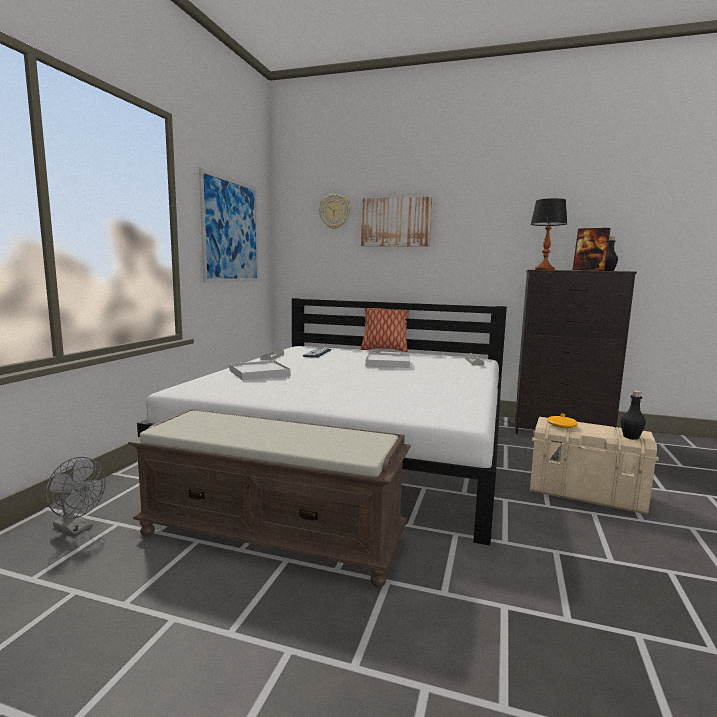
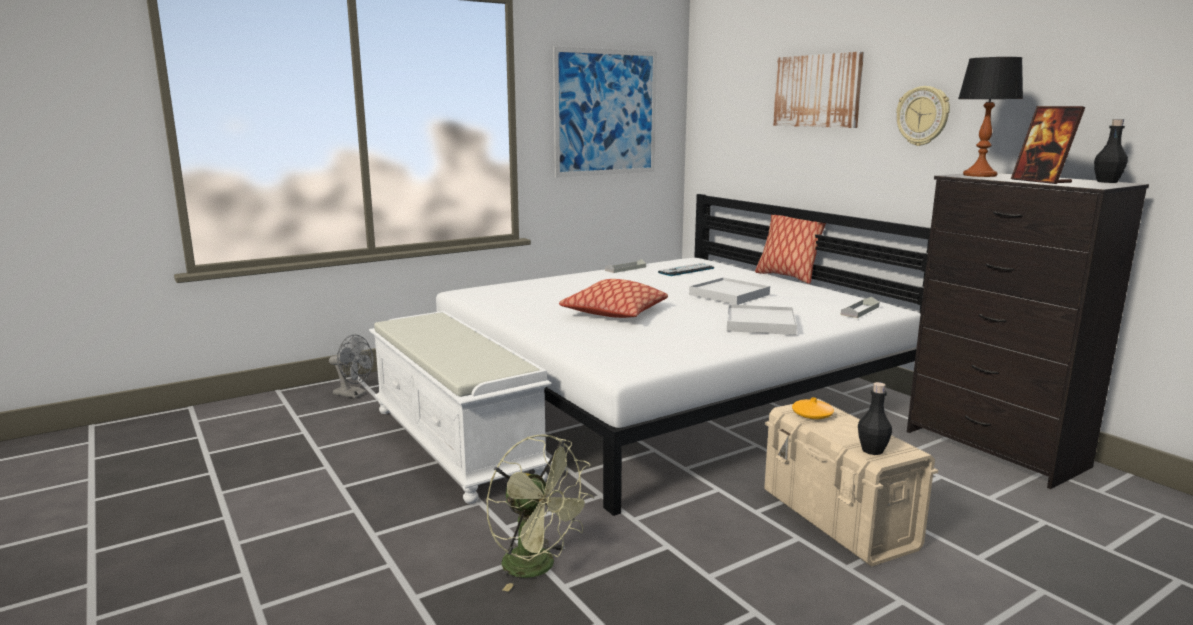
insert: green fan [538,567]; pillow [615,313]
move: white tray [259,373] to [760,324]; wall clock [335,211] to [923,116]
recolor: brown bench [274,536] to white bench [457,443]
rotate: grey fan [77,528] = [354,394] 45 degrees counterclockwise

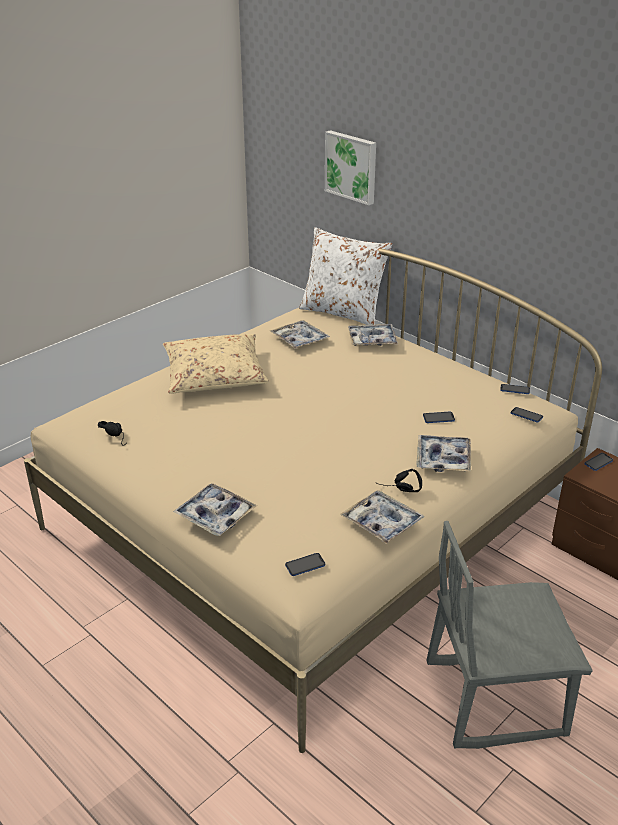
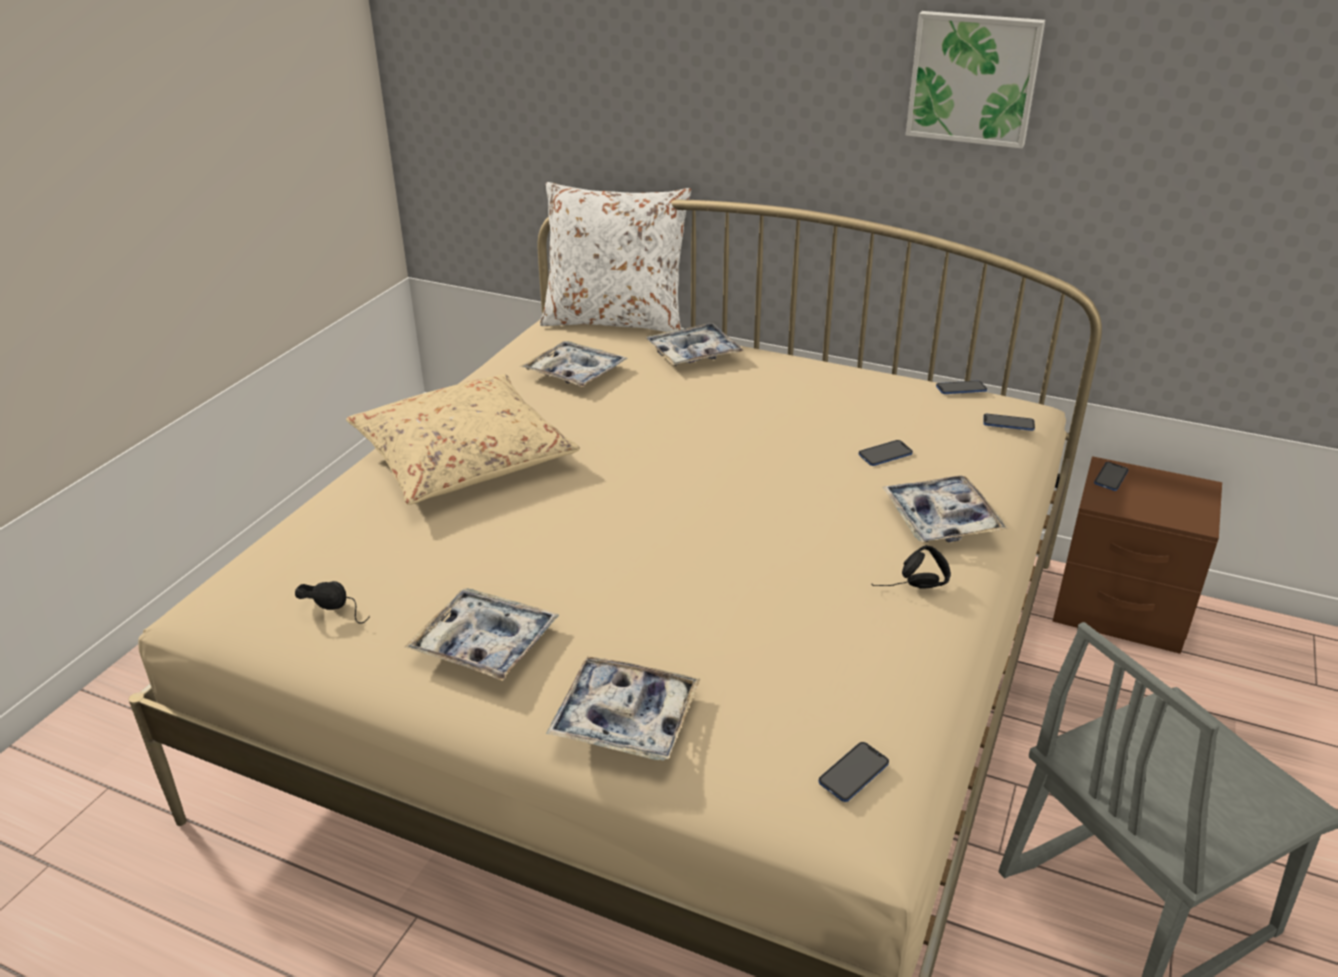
move: picture [352,166] to [974,78]; tray [382,522] to [485,644]

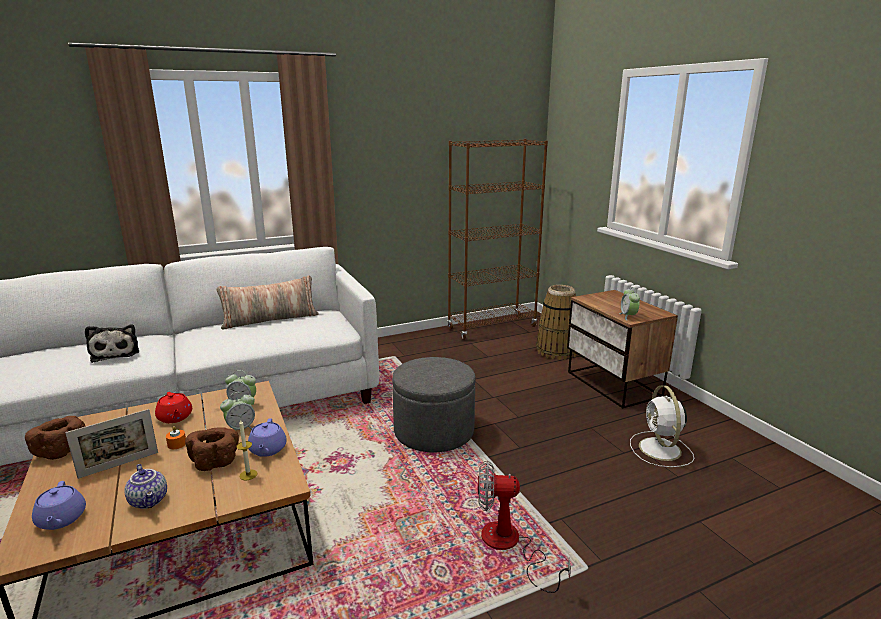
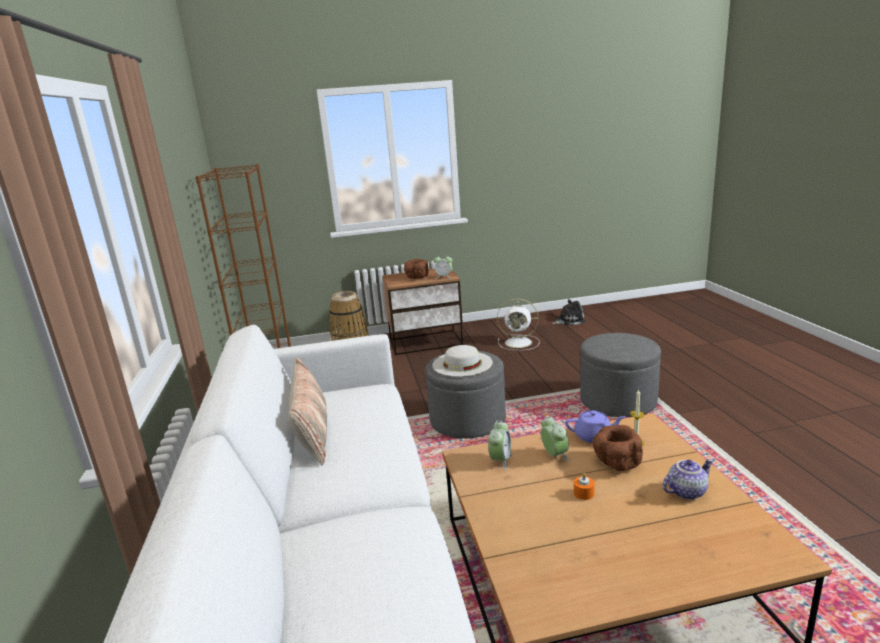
delete: purple teapot [61,519]; picture frame [119,465]; red teapot [175,418]
insert: white hat [462,363]
move: brown bowl [61,451] to [417,277]; plush toy [116,353] to [569,320]
replace: fan [509,546] to grey ottoman [618,401]

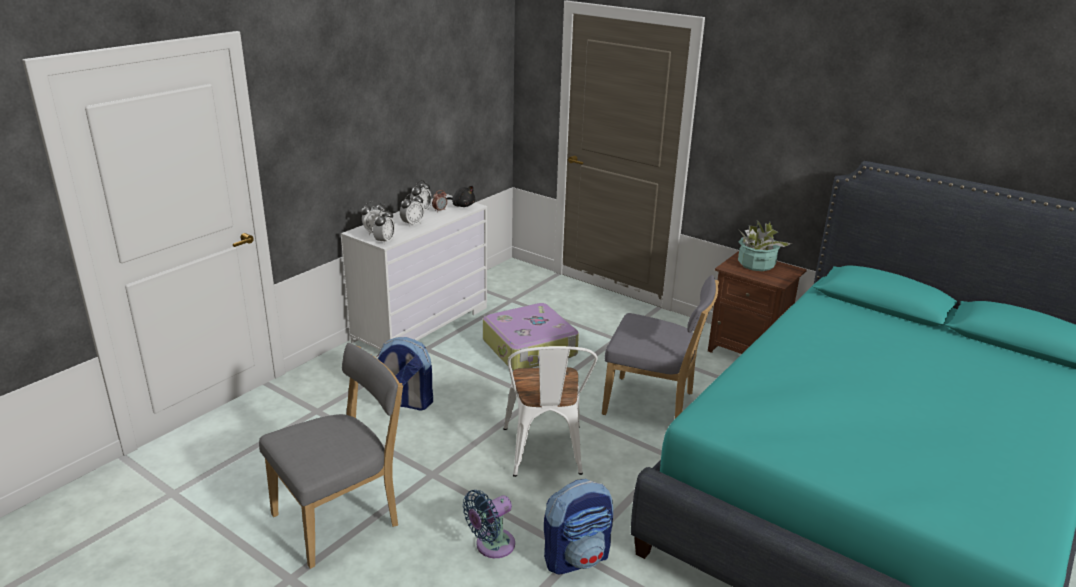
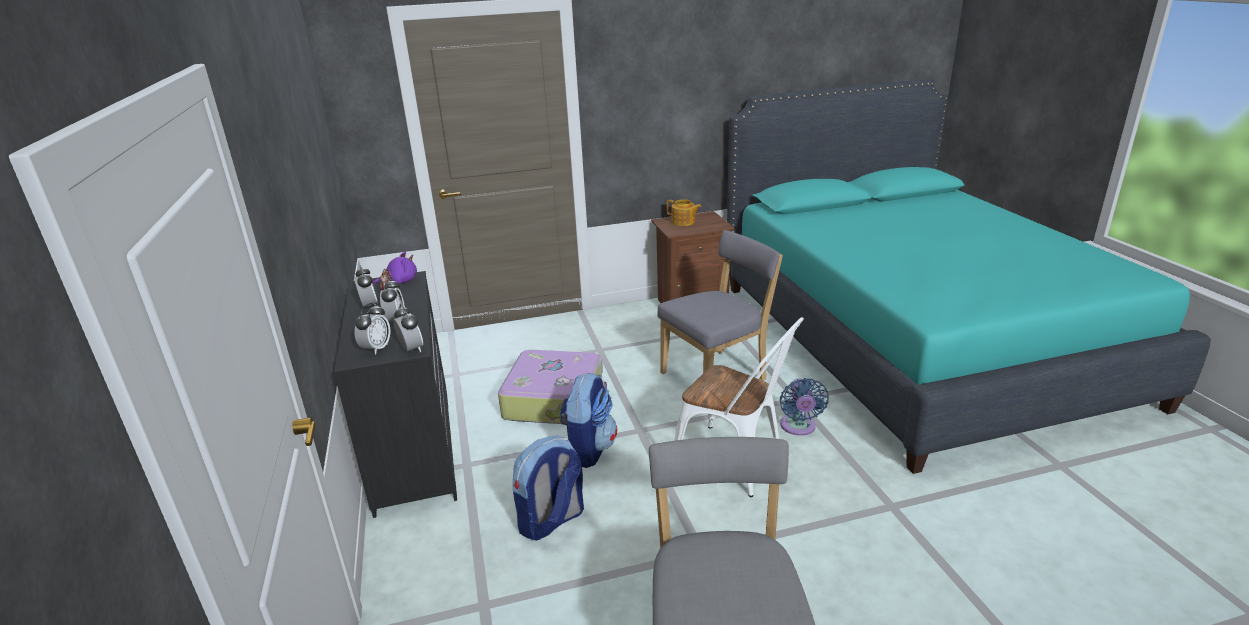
move: blue fan [491,546] to [798,427]; backpack [577,557] to [589,449]
replace: potted plant [756,264] to teapot [683,222]
recolor: white dresser [421,324] to black dresser [413,448]; black plush toy [462,205] to purple plush toy [400,281]

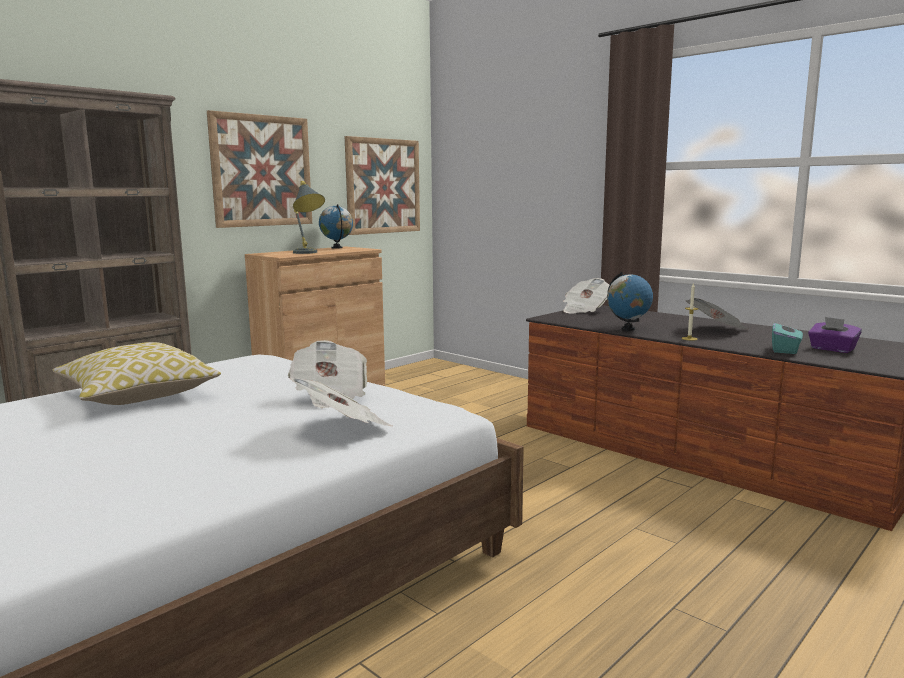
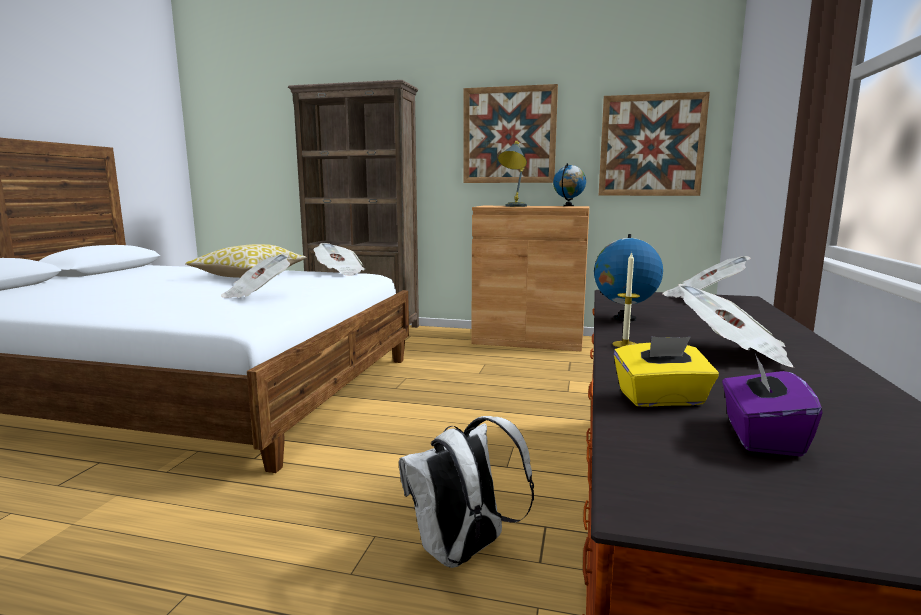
insert: white backpack [463,553]
move: newspaper [343,427] to [340,273]
recolor: turquoise tissue box [785,350] to yellow tissue box [661,399]

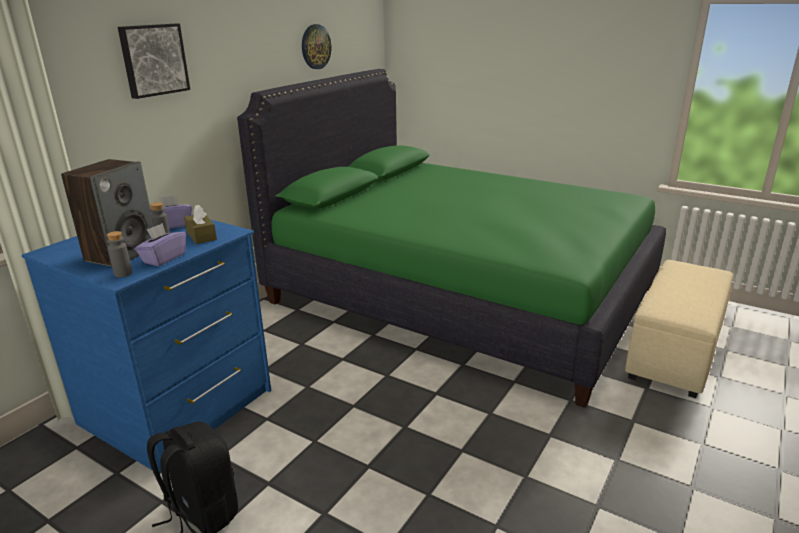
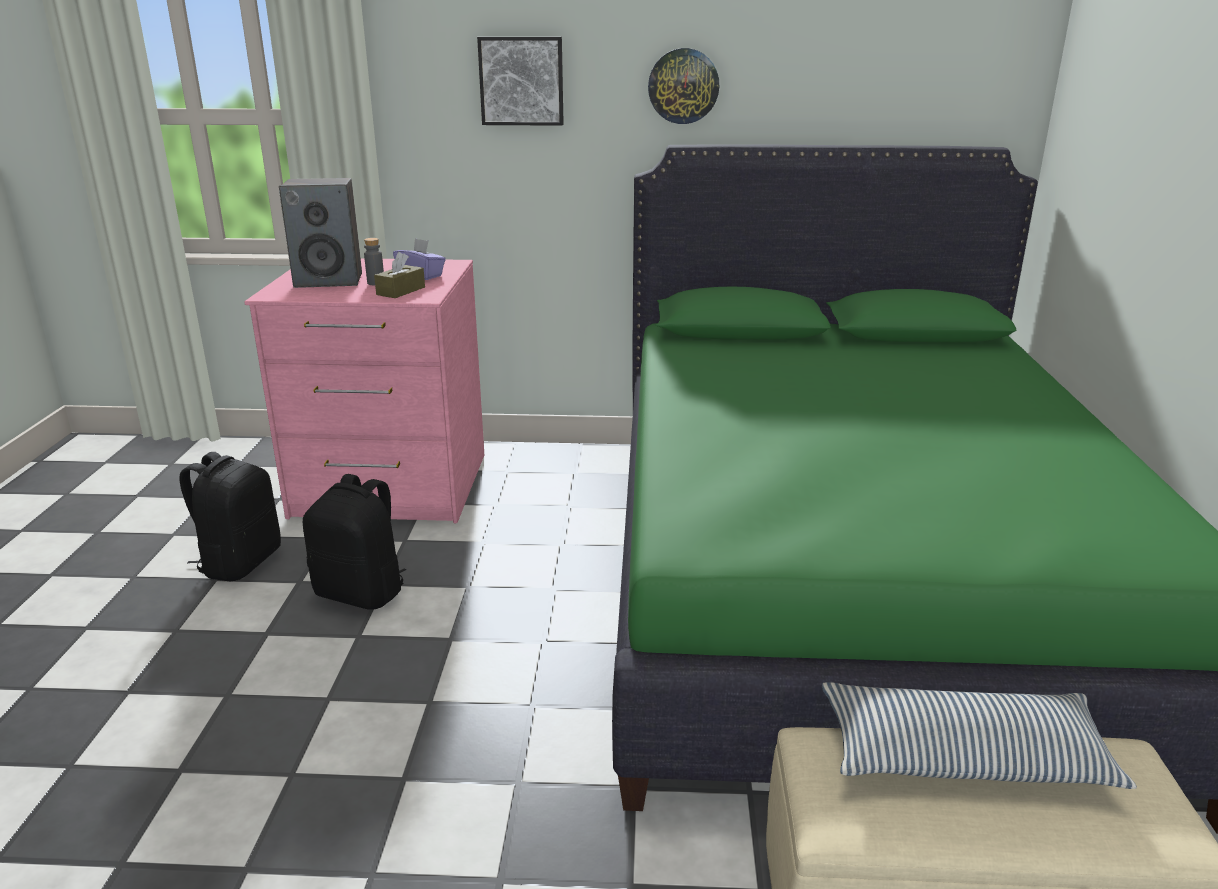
delete: grey bottle [123,273]; purple tissue box [164,258]
insert: black backpack [362,593]; pillow [963,757]
move: wall clock [315,46] to [683,86]
recolor: blue dresser [179,408] to pink dresser [390,486]

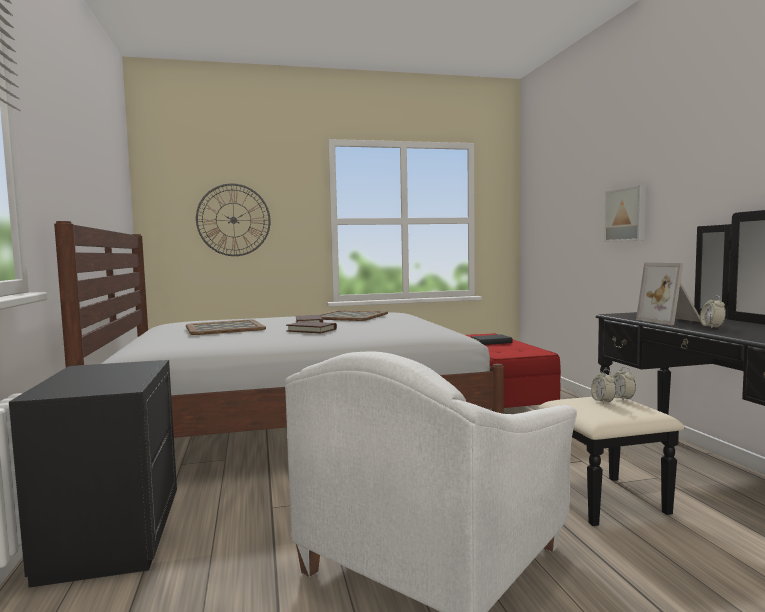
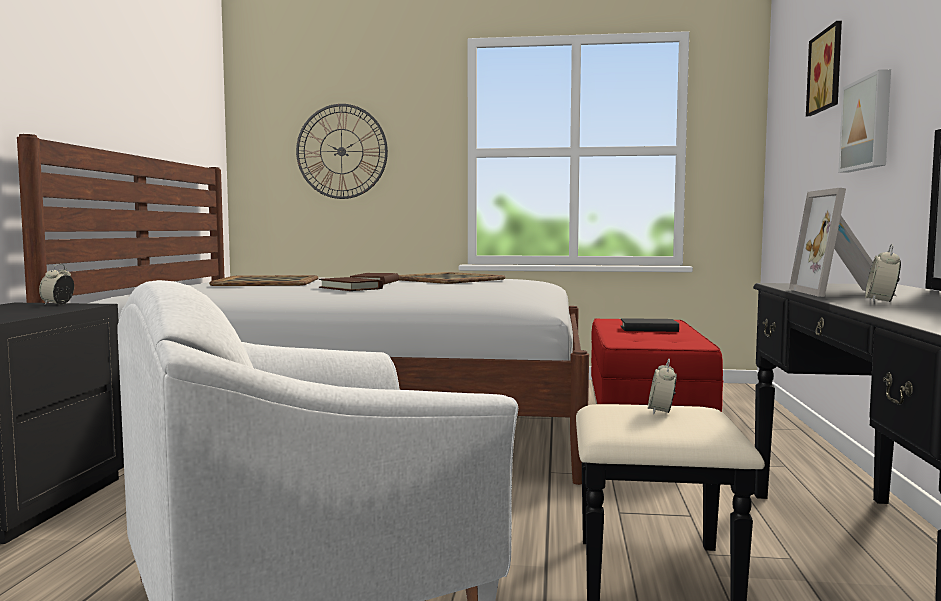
insert: picture [828,71]
move: alarm clock [622,398] to [58,304]

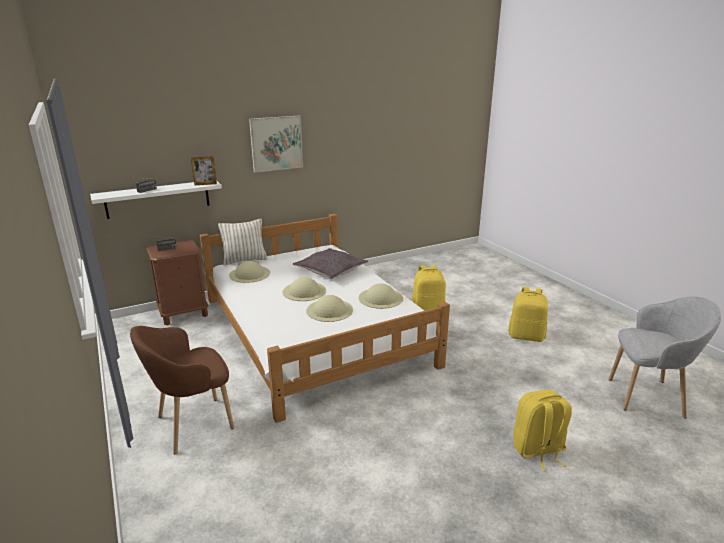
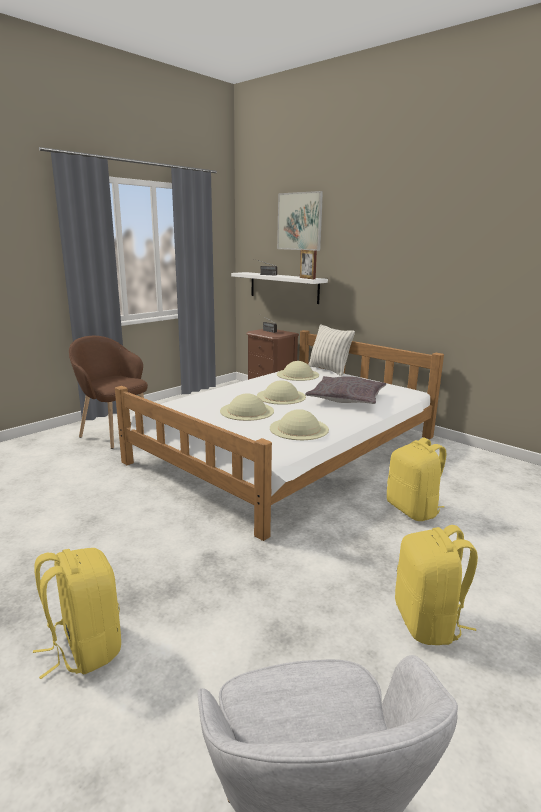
move: picture [276,143] to [299,221]

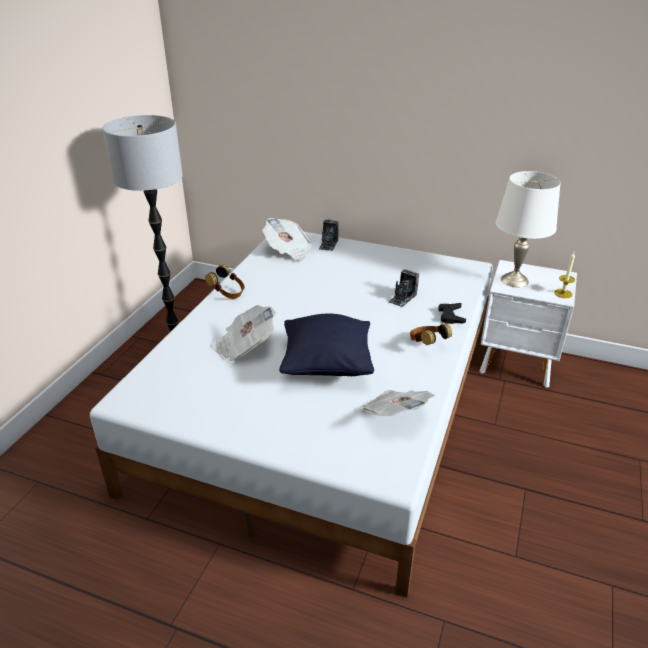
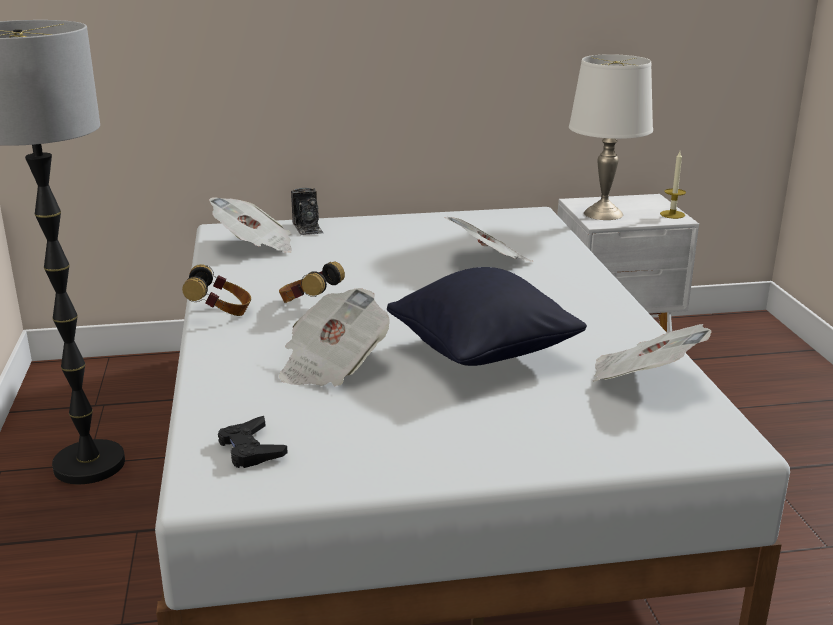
move: headphones [427,345] to [309,305]; black game controller [451,316] to [251,449]
replace: photo camera [402,298] to newspaper [488,261]

